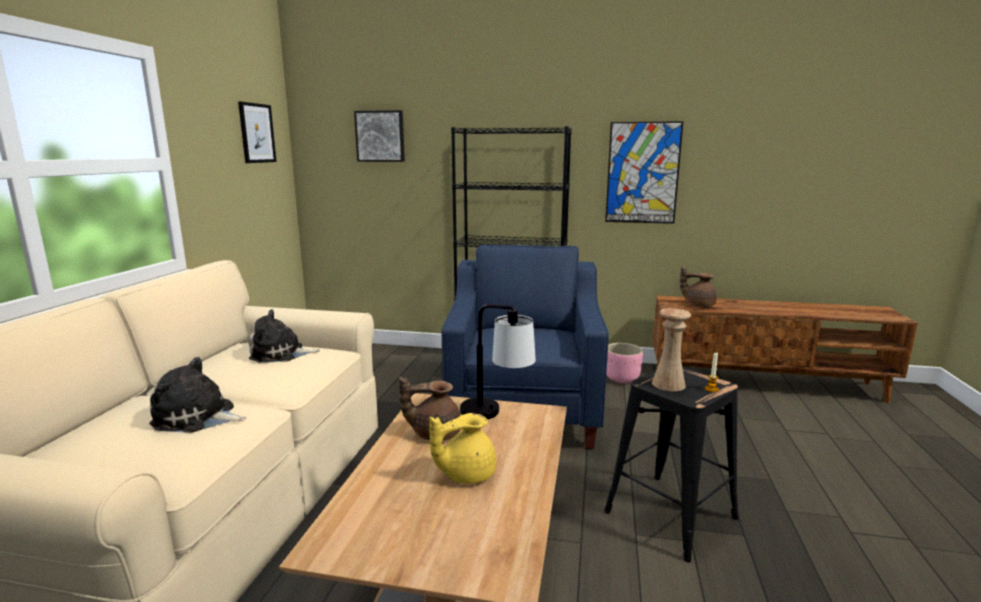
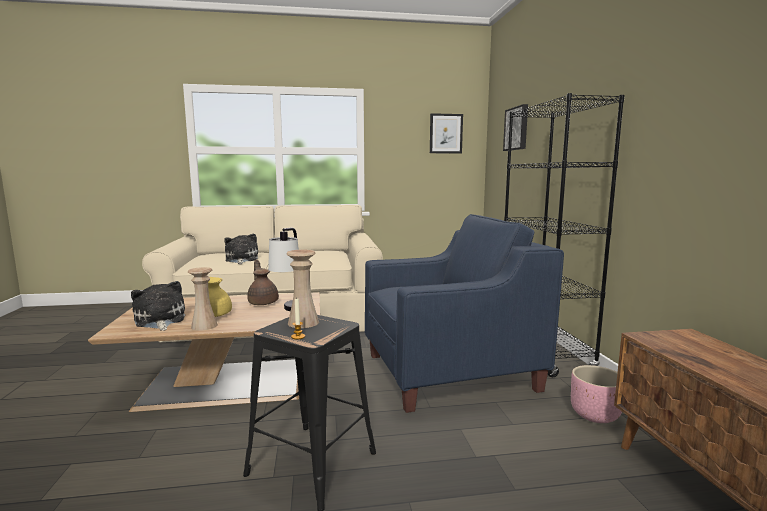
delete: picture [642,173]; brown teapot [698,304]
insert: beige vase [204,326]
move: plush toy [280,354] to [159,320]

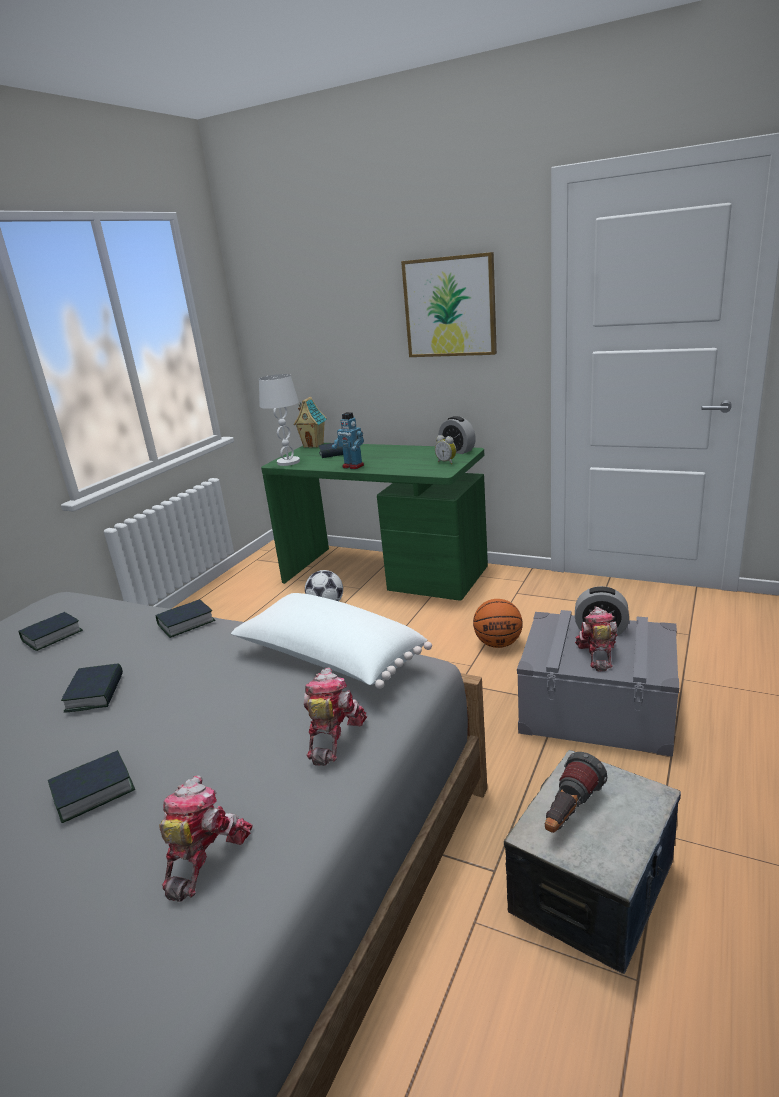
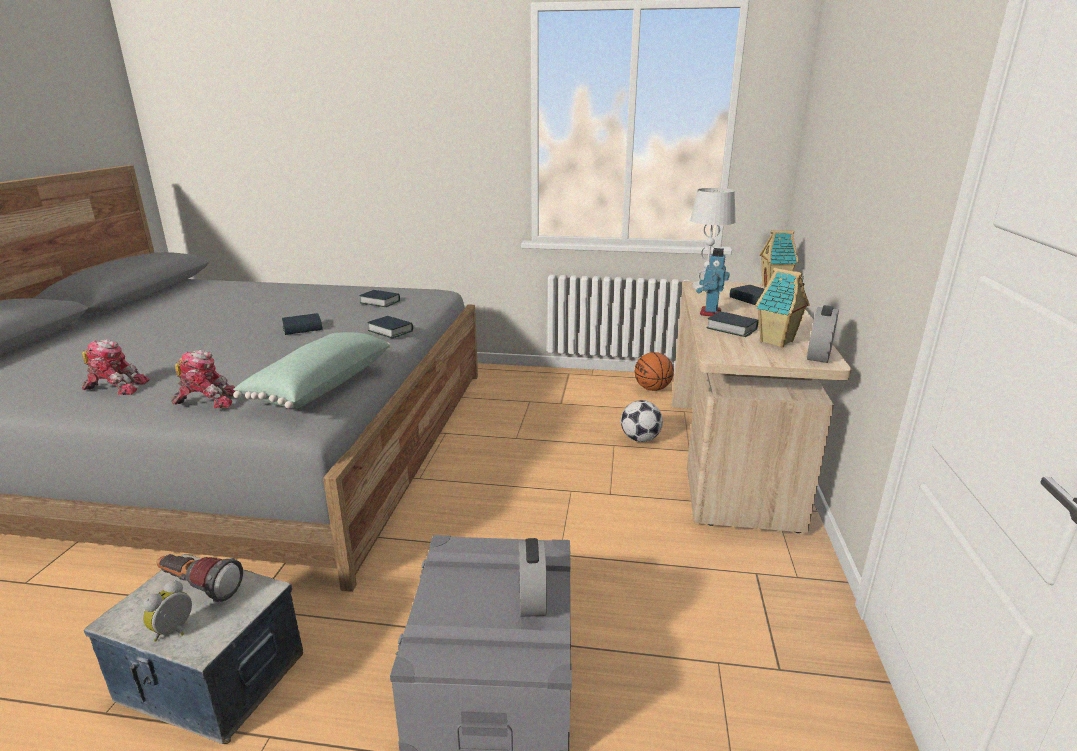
delete: picture [450,307]; toy robot [597,654]
insert: toy house [777,342]
move: book [93,791] to [731,329]; alarm clock [447,462] to [175,631]; basketball [498,643] to [652,389]
recolor: white pillow [329,659] to green pillow [319,385]; green desk [384,574] to beige desk [732,460]

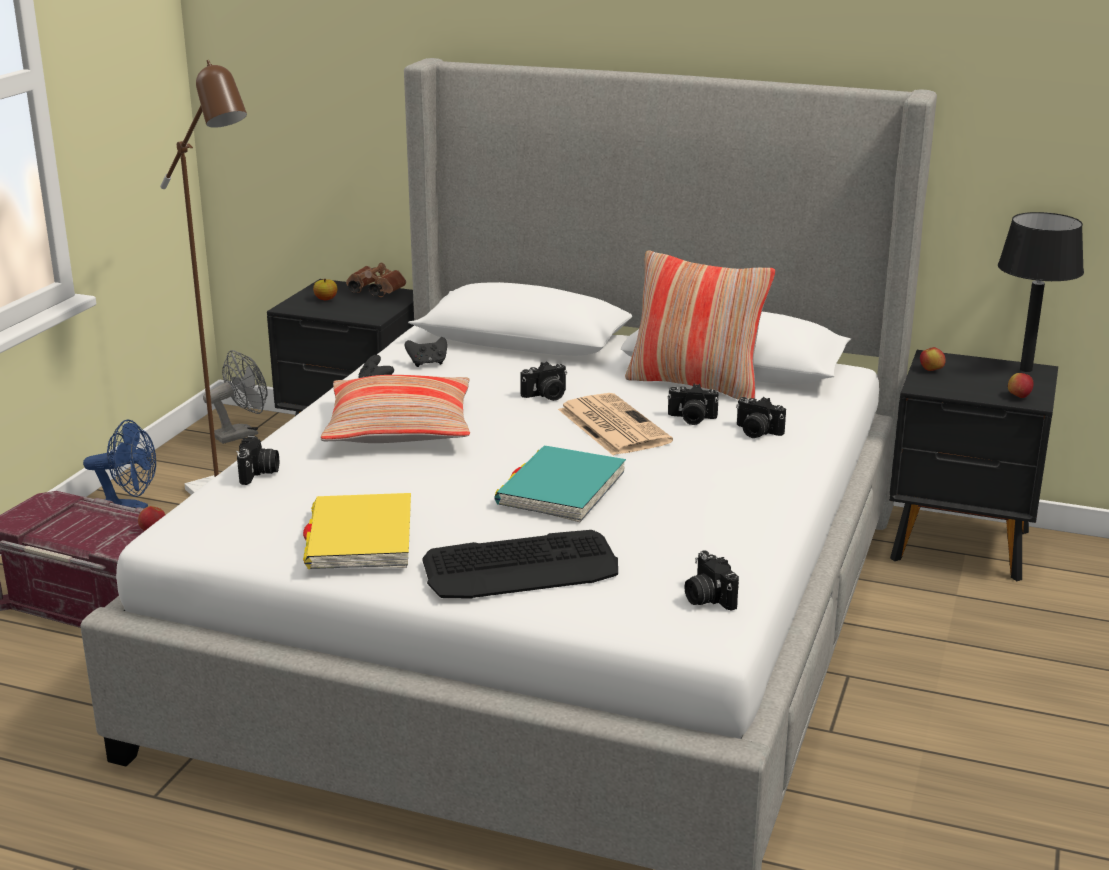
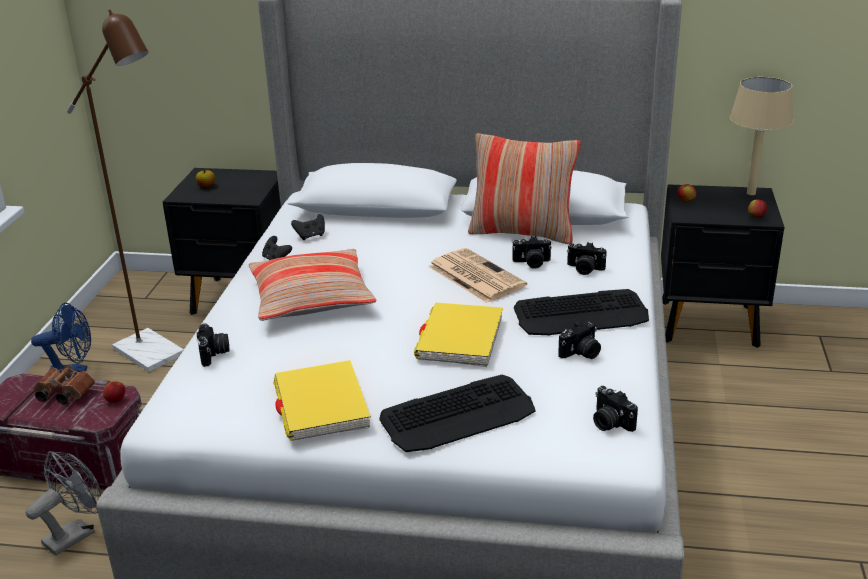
insert: keyboard [581,315]
move: grey fan [241,434] to [75,534]; brown binoculars [373,292] to [63,394]; photo camera [546,396] to [581,353]
recolor: turquoise book [561,489] to yellow book [460,338]; black table lamp [1026,370] to beige table lamp [751,193]

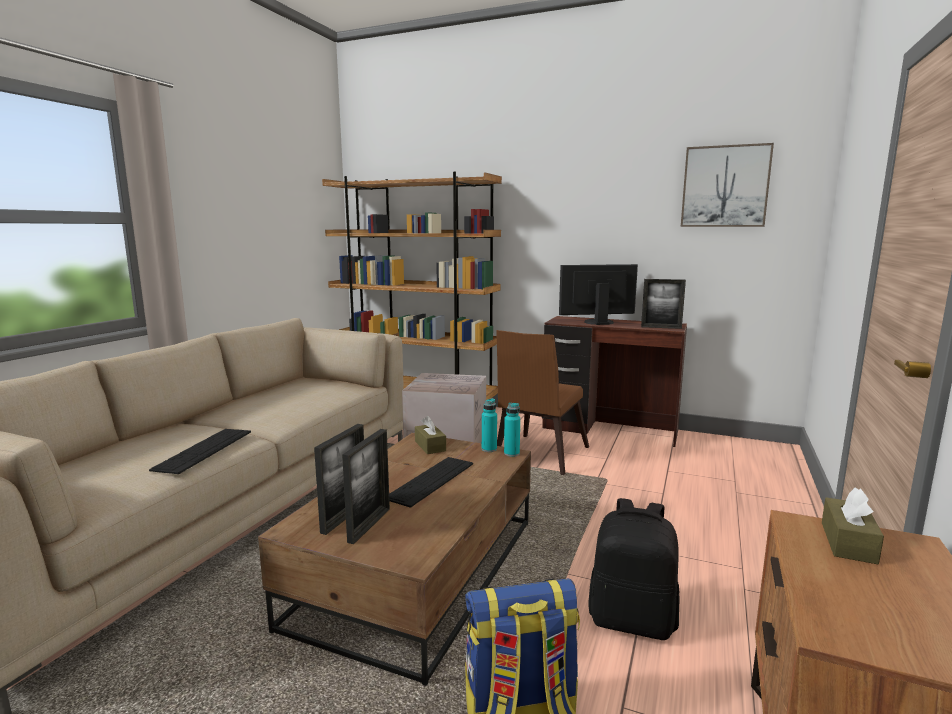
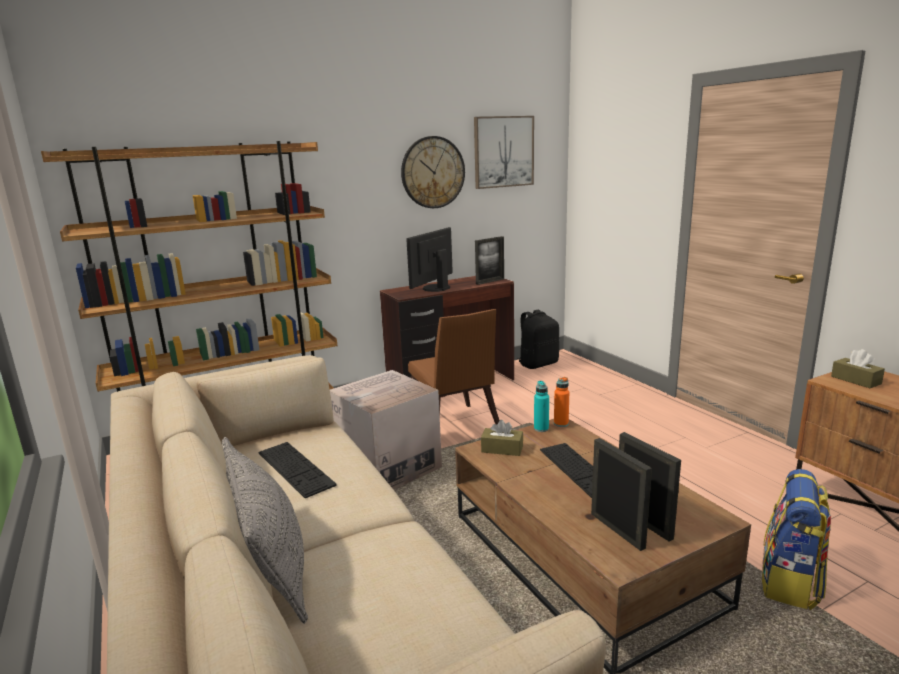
insert: grey pillow [270,563]; wall clock [433,172]
move: keyboard [204,450] to [295,468]; black backpack [632,620] to [538,364]
recolor: turquoise bottle [511,453] to orange bottle [561,423]

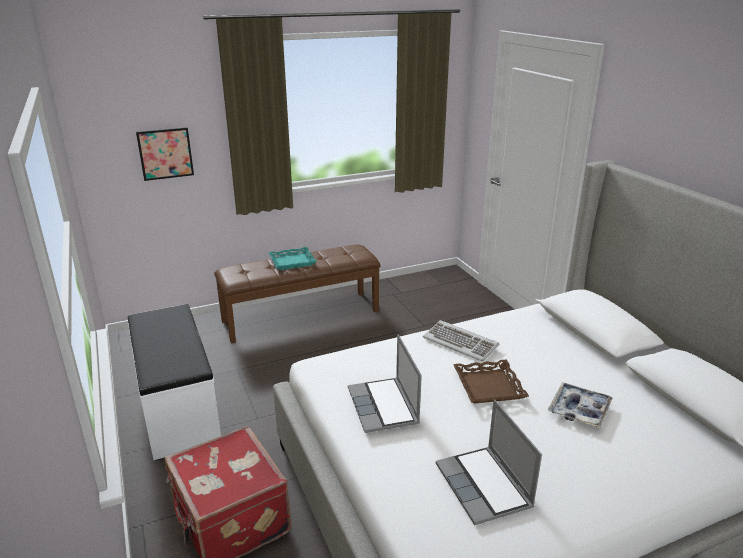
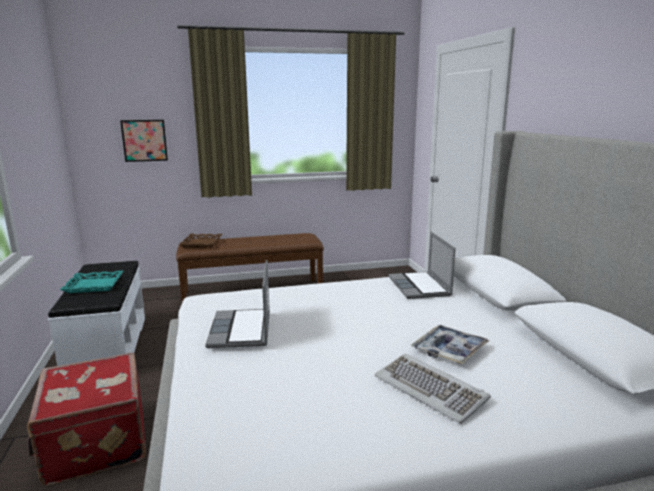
move: turquoise tray [292,261] to [94,285]; keyboard [460,343] to [430,389]; laptop [485,486] to [420,287]; brown tray [488,386] to [201,243]

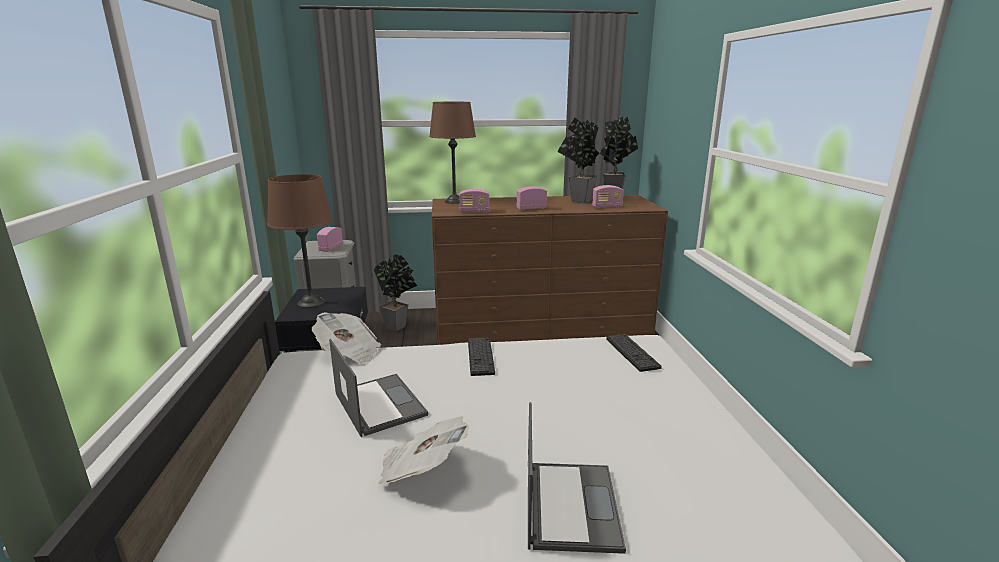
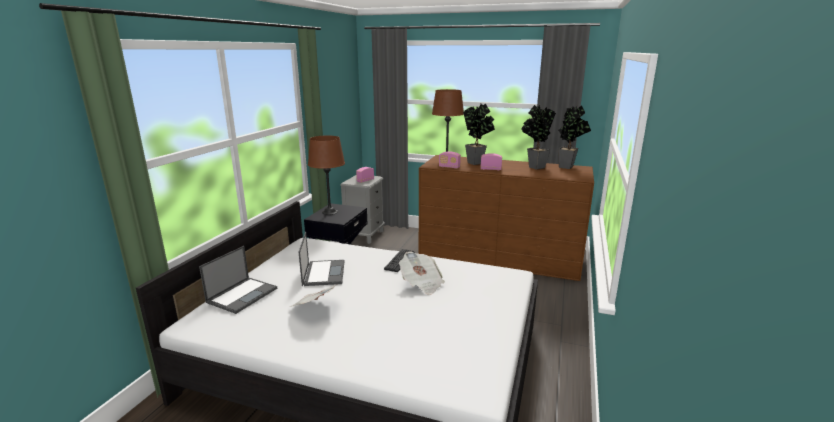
delete: radio [607,207]; keyboard [632,353]
move: newspaper [349,353] to [421,283]; potted plant [399,326] to [477,163]; laptop [570,504] to [242,295]

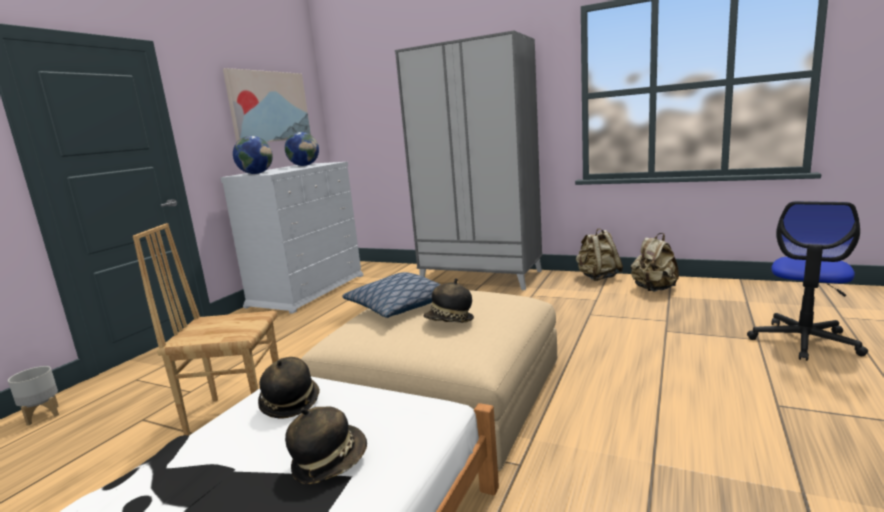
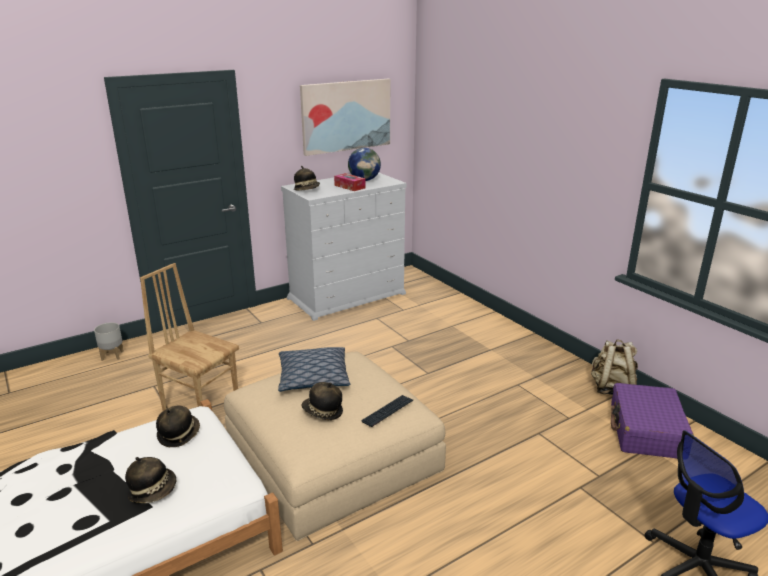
delete: grey wardrobe [481,277]
insert: tissue box [349,187]; keyboard [387,411]
replace: globe [256,173] to hat [307,190]; beige backpack [654,289] to purple suitcase [646,431]

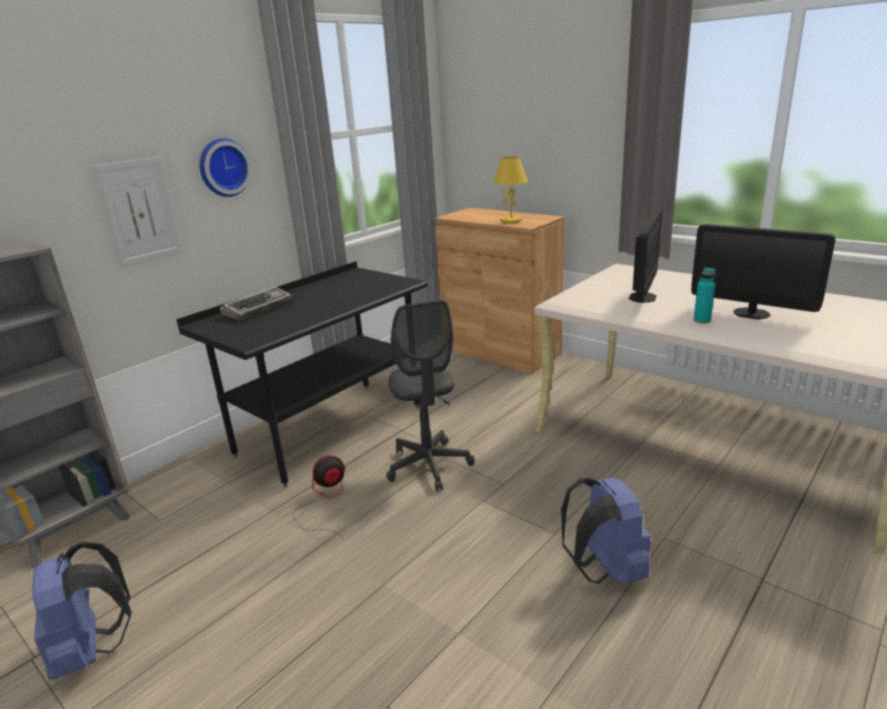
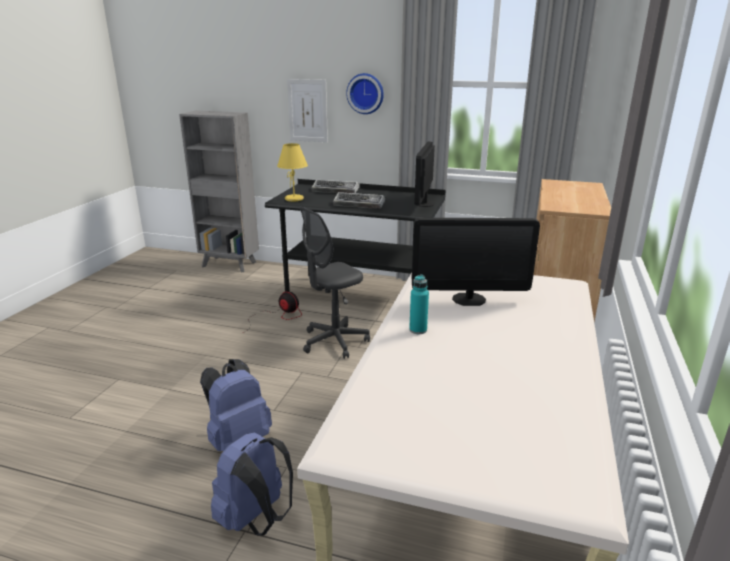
insert: keyboard [359,204]
move: blue backpack [91,650] to [256,519]; yellow table lamp [511,221] to [294,199]; monitor [751,313] to [424,203]

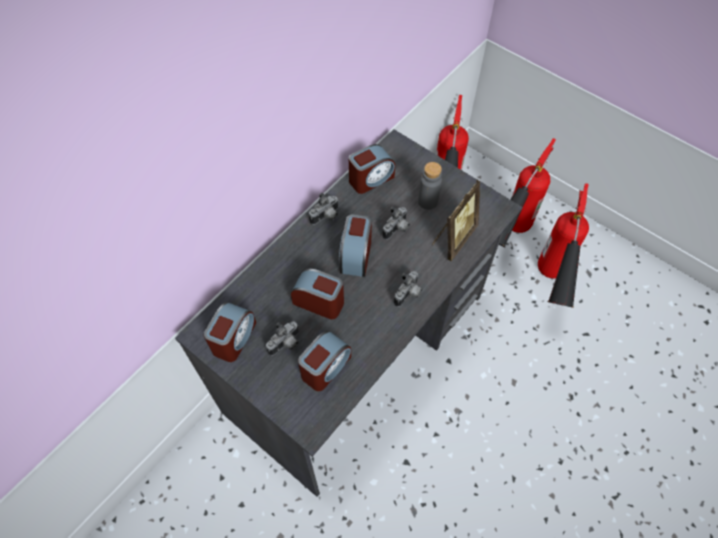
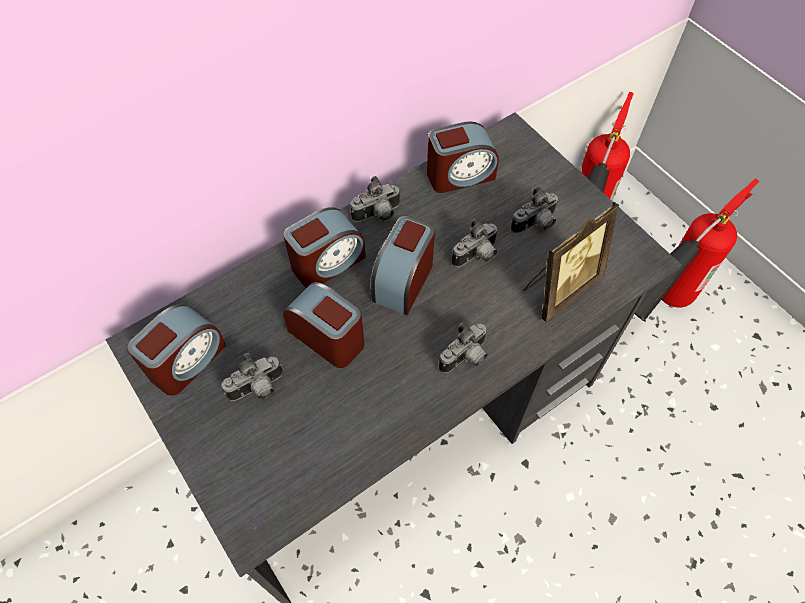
delete: fire extinguisher [548,290]
move: alarm clock [325,367] to [327,262]
replace: grey bottle [427,201] to photo camera [535,225]

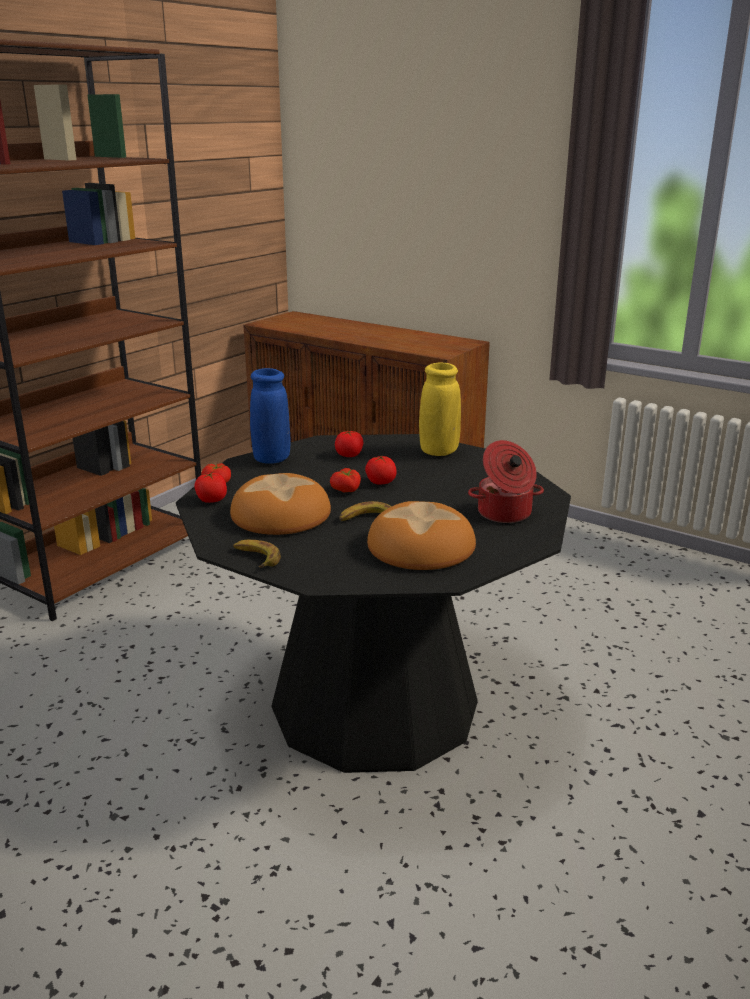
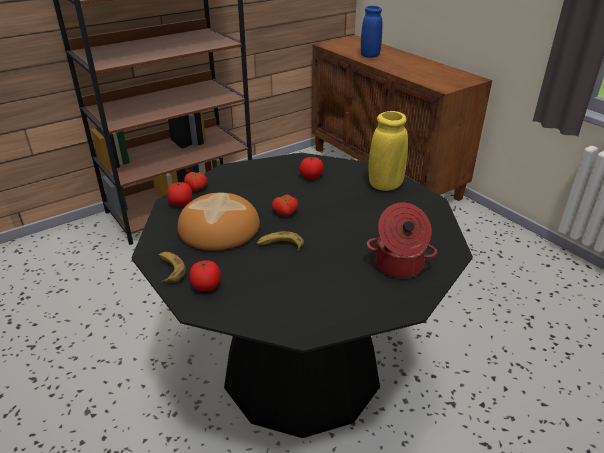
delete: bread [420,547]
move: blue vase [272,459] to [370,56]; tomato [381,482] to [206,286]

